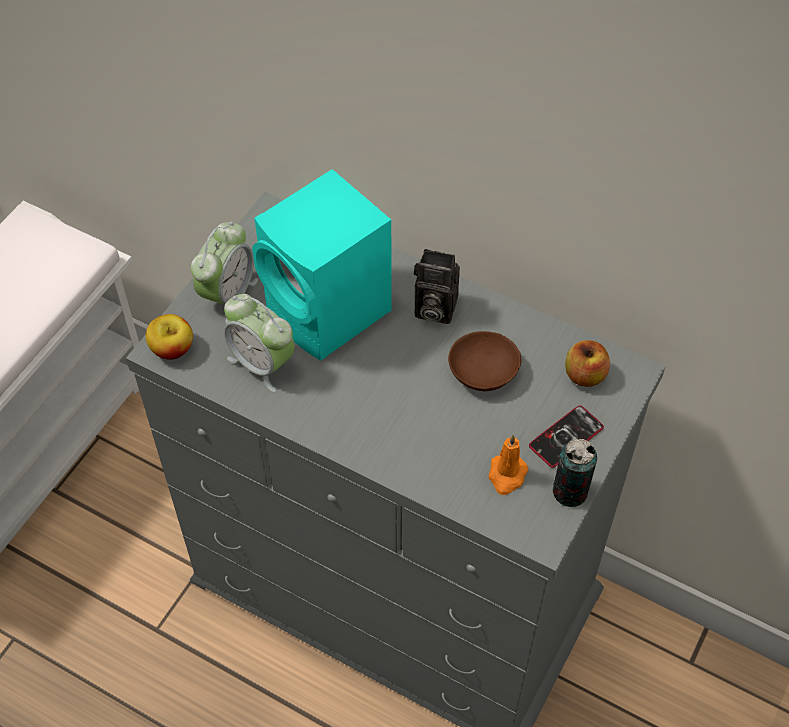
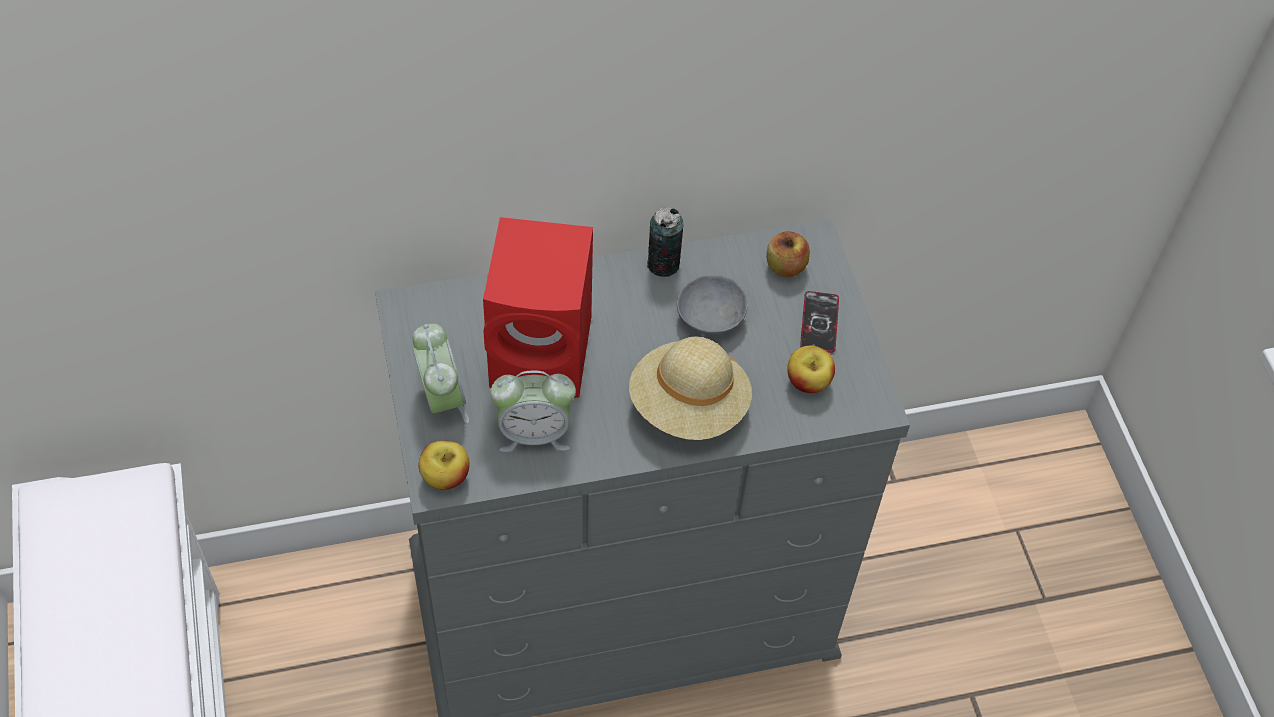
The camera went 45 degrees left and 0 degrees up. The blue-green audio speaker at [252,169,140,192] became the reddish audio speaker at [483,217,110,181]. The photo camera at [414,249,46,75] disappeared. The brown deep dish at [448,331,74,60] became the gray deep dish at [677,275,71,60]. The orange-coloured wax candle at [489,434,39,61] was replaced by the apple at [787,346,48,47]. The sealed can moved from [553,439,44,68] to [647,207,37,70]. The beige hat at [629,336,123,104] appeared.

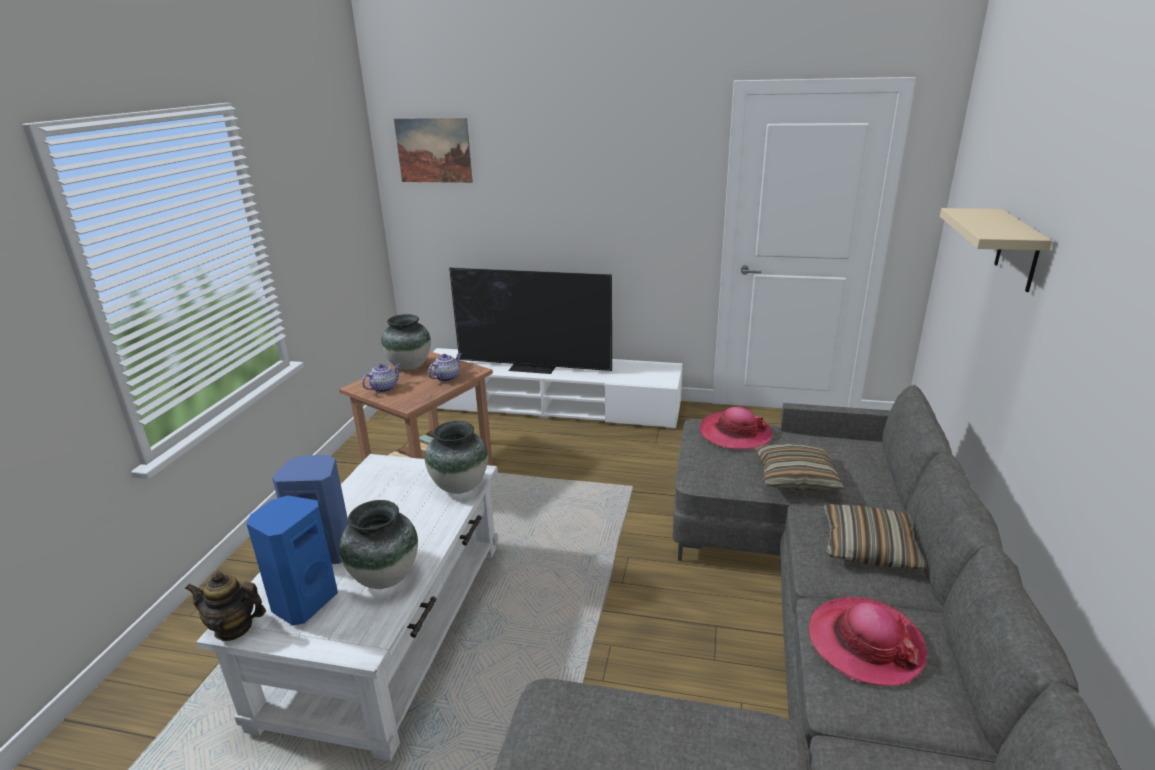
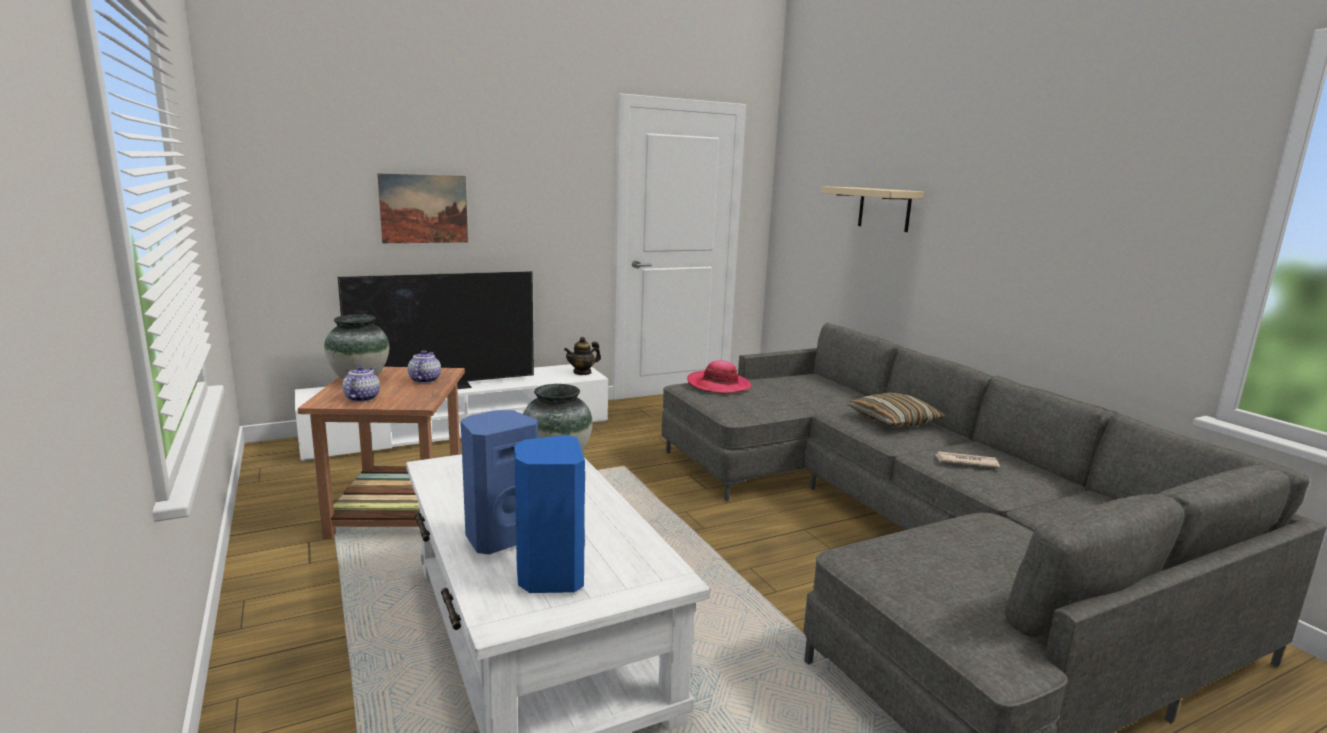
The camera went 40 degrees left and 10 degrees down. The picture moved from [394,118,79,65] to [377,173,91,70]. The cushion at [755,444,90,47] disappeared. The flower vase at [339,500,79,89] disappeared. The pot for tea moved from [185,571,81,70] to [564,337,37,38]. The hat at [809,597,118,89] was replaced by the printed paper at [936,451,64,17].

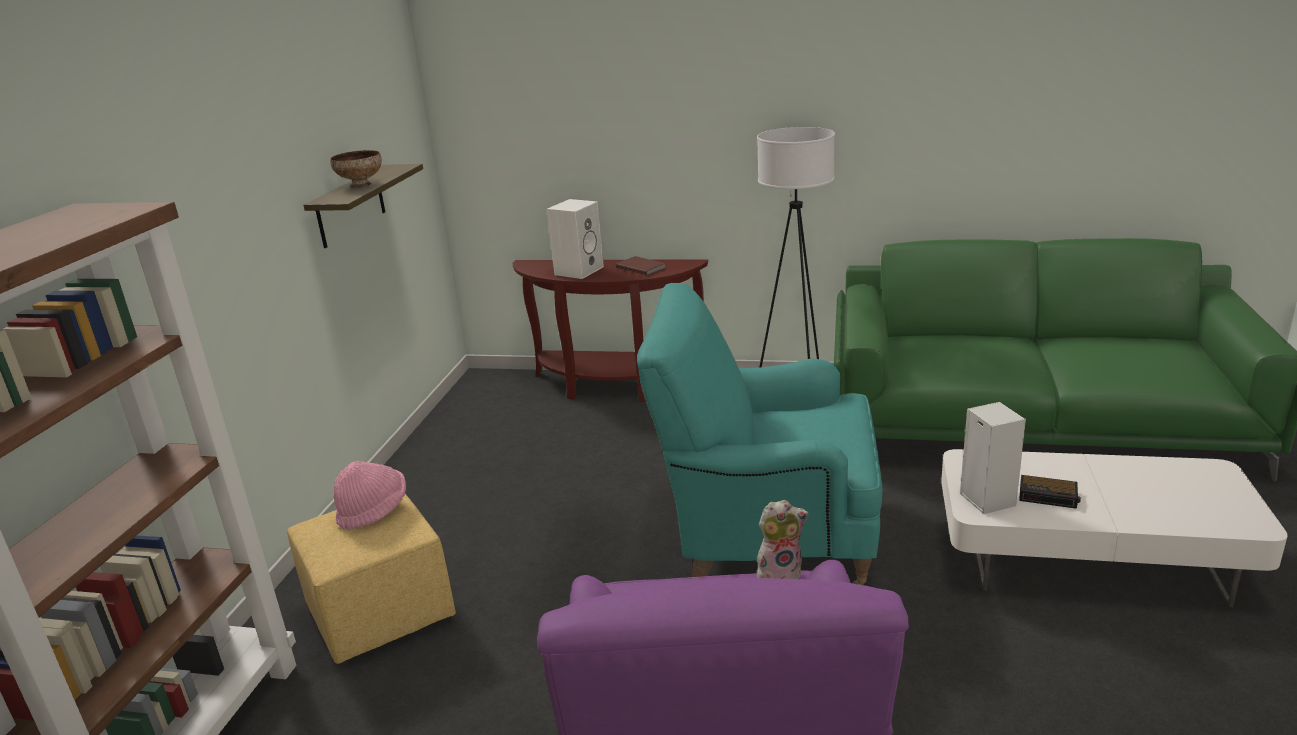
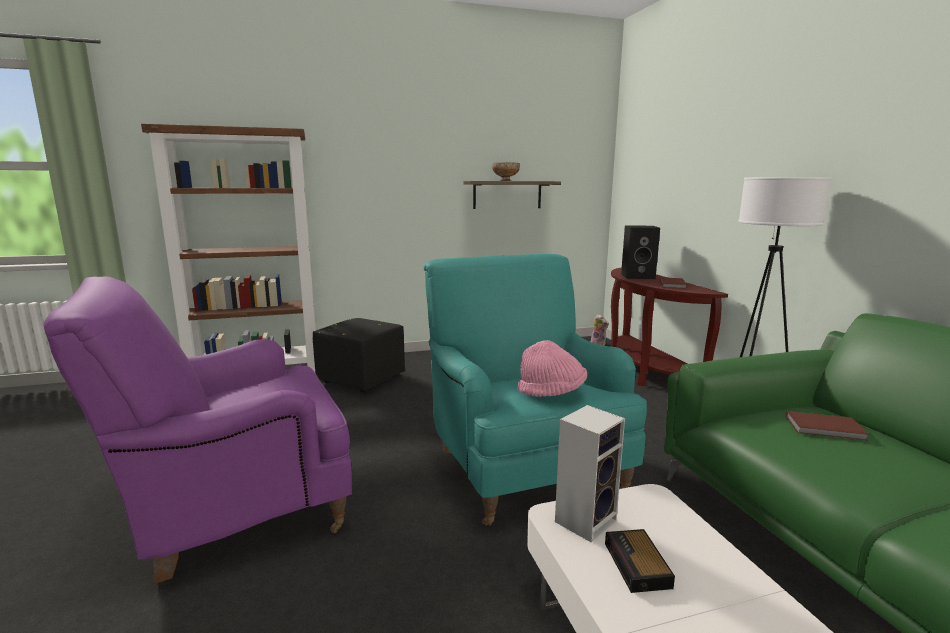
The camera went 60 degrees right and 10 degrees down. The white-coloured audio speaker at [547,199,57,80] became the blackish audio speaker at [621,225,39,54]. The pinkish hat moved from [333,461,73,69] to [518,340,69,57]. The yellow-coloured pouffe at [287,494,169,170] became the blackish pouffe at [313,318,92,74]. The cuddly toy moved from [757,500,51,79] to [591,314,18,32]. The brown volume at [786,411,83,30] appeared.

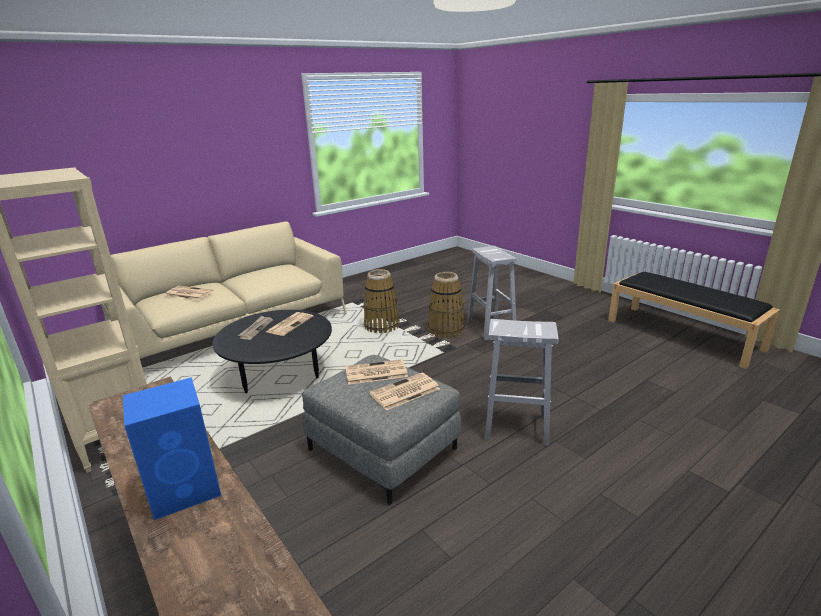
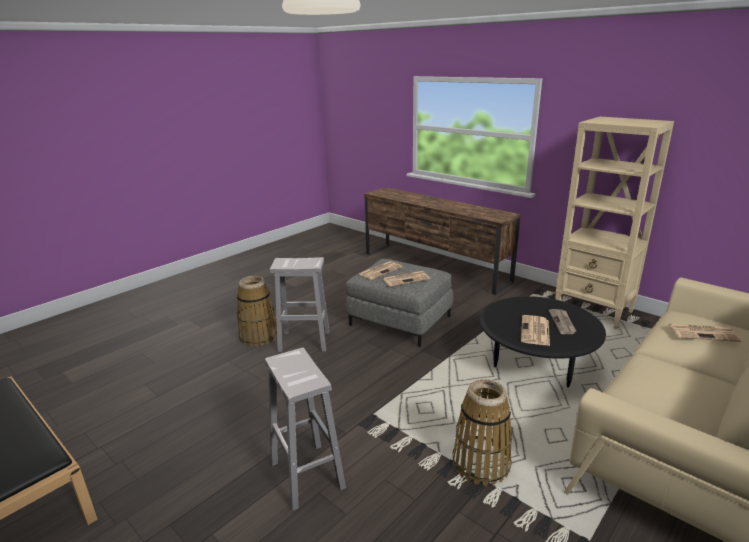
The camera went 170 degrees right and 0 degrees up. The storage basket moved from [428,272,37,66] to [237,276,40,71]. The bluish audio speaker at [123,377,98,143] disappeared.

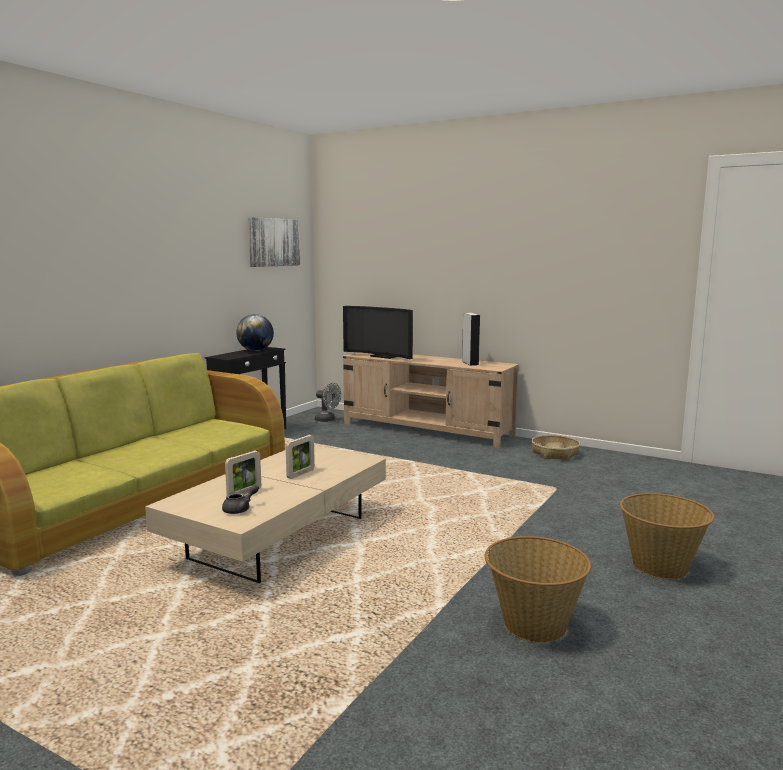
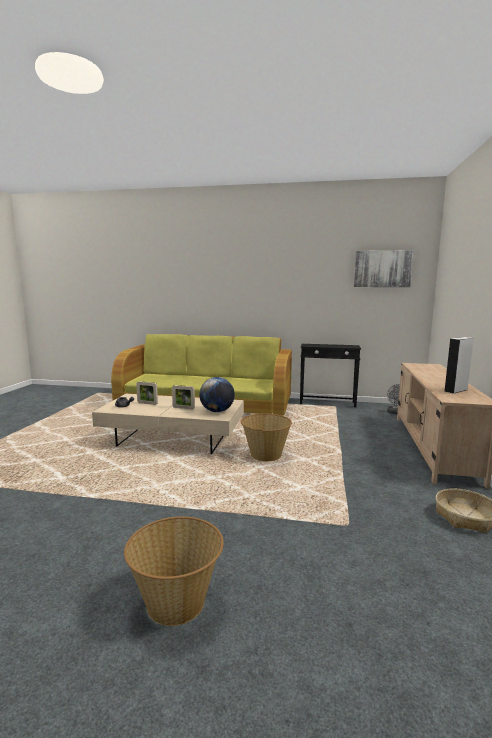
The camera went 70 degrees right and 0 degrees up. The TV at [343,306,70,53] disappeared. The desk globe moved from [236,314,38,37] to [199,377,36,35]. The storage basket moved from [485,536,106,107] to [241,413,51,48].

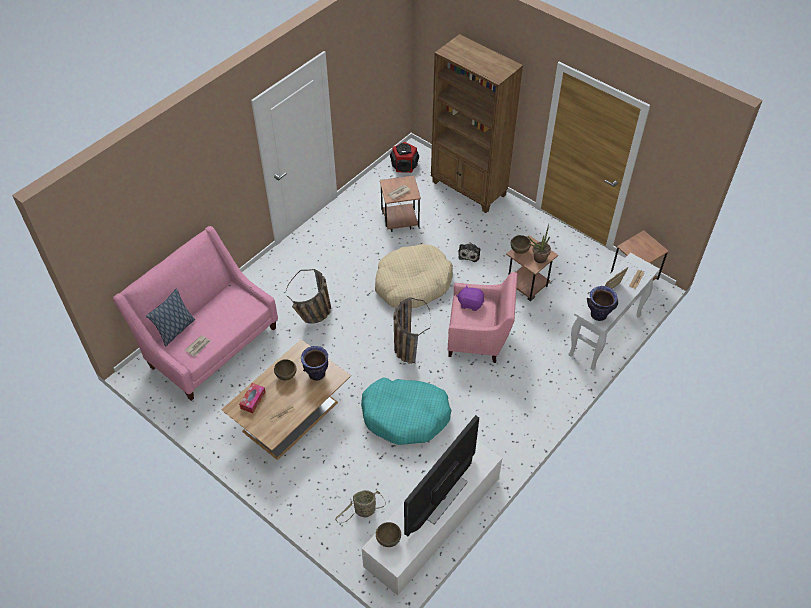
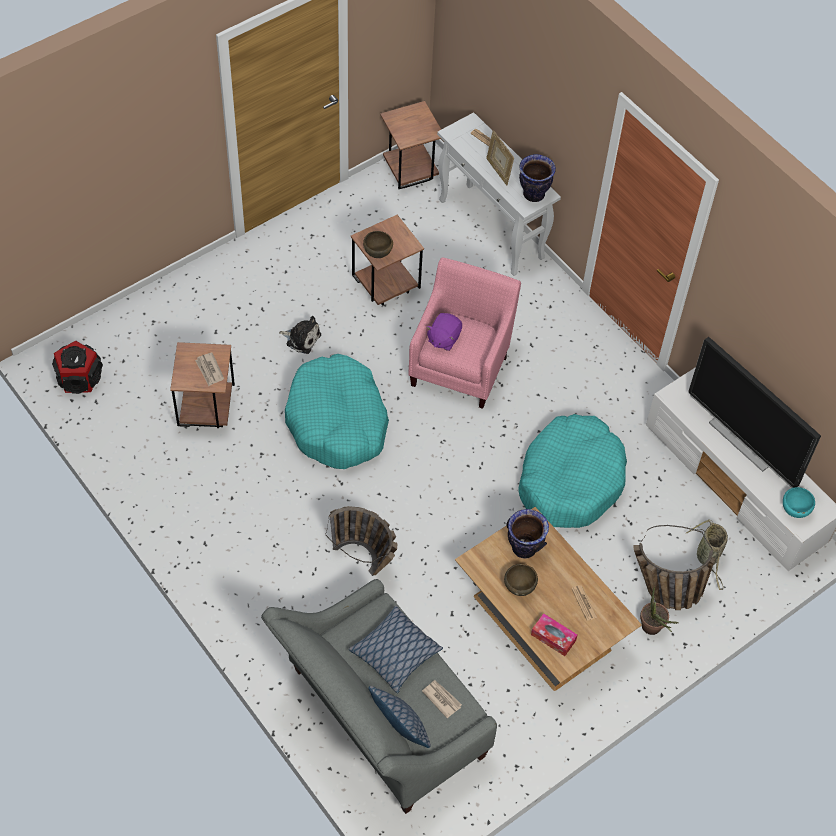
The camera went 80 degrees left and 5 degrees up. The brown bookshelf at [431,34,92,179] disappeared. The potted plant moved from [528,224,23,39] to [640,586,39,49]. The pinkish couch at [113,226,165,175] became the gray couch at [261,579,236,235]. The beige dog cushion at [375,244,78,64] became the blue-green dog cushion at [285,354,104,115]. The storage basket moved from [394,297,36,67] to [633,525,83,85]. The brown deep dish at [376,522,25,25] became the blue-green deep dish at [783,487,32,31]. The cushion at [349,605,94,89] appeared.

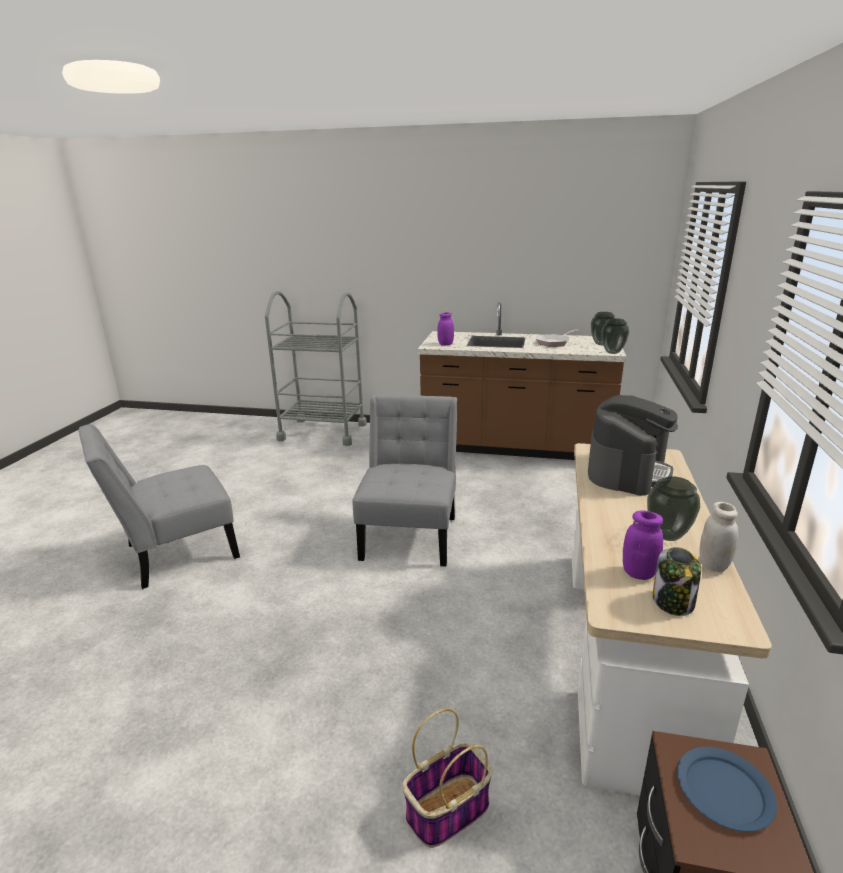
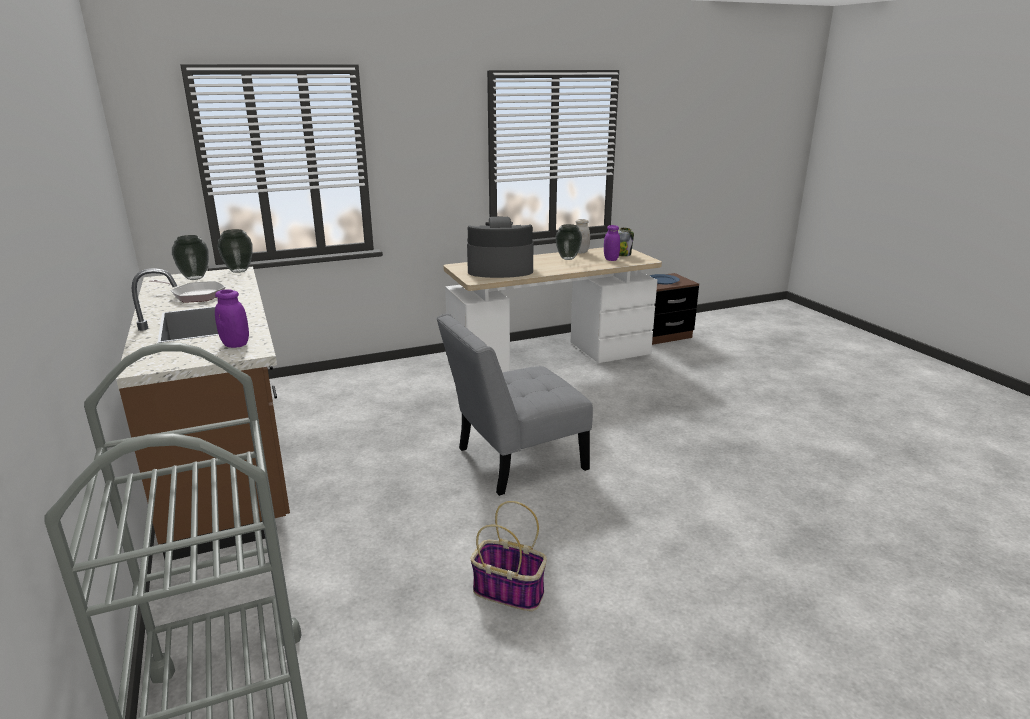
The camera went 125 degrees left and 0 degrees up. The gray upright chair at [78,424,162,165] disappeared. The storage basket moved from [402,708,90,140] to [470,501,77,110].

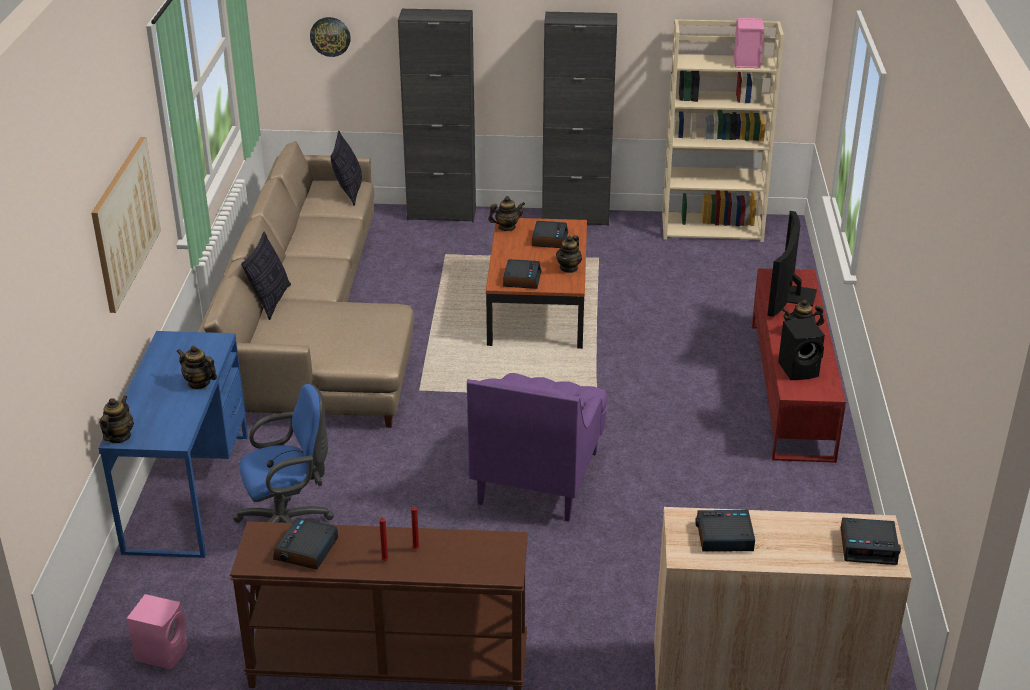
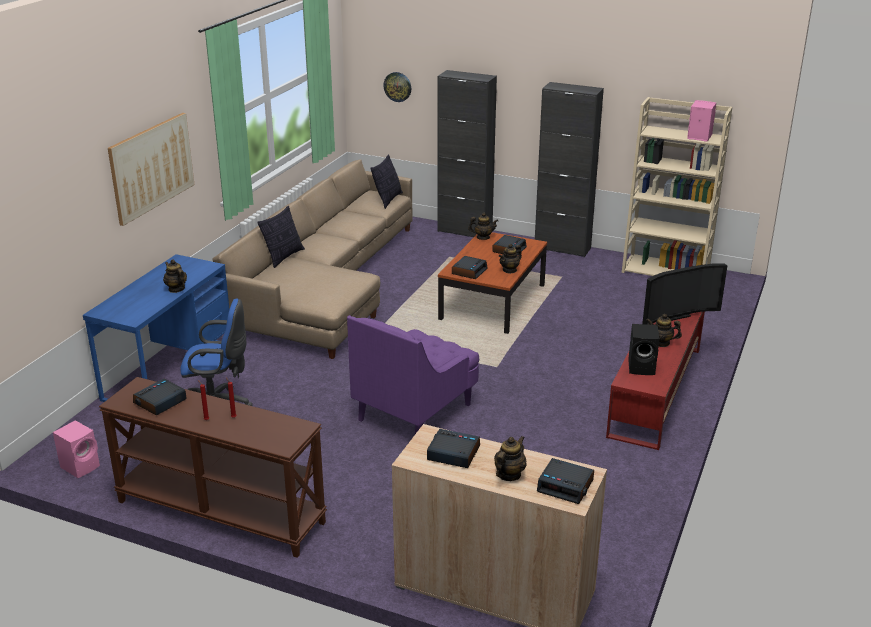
The camera went 20 degrees right and 5 degrees down. The TV at [767,211,50,106] turned 150 degrees counterclockwise. The pot for tea moved from [100,396,34,47] to [494,436,32,45].

